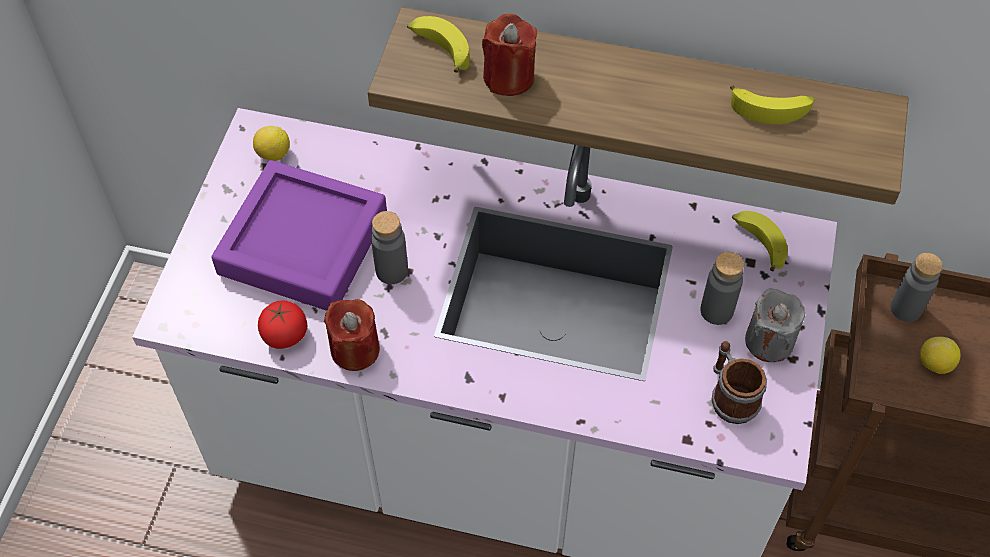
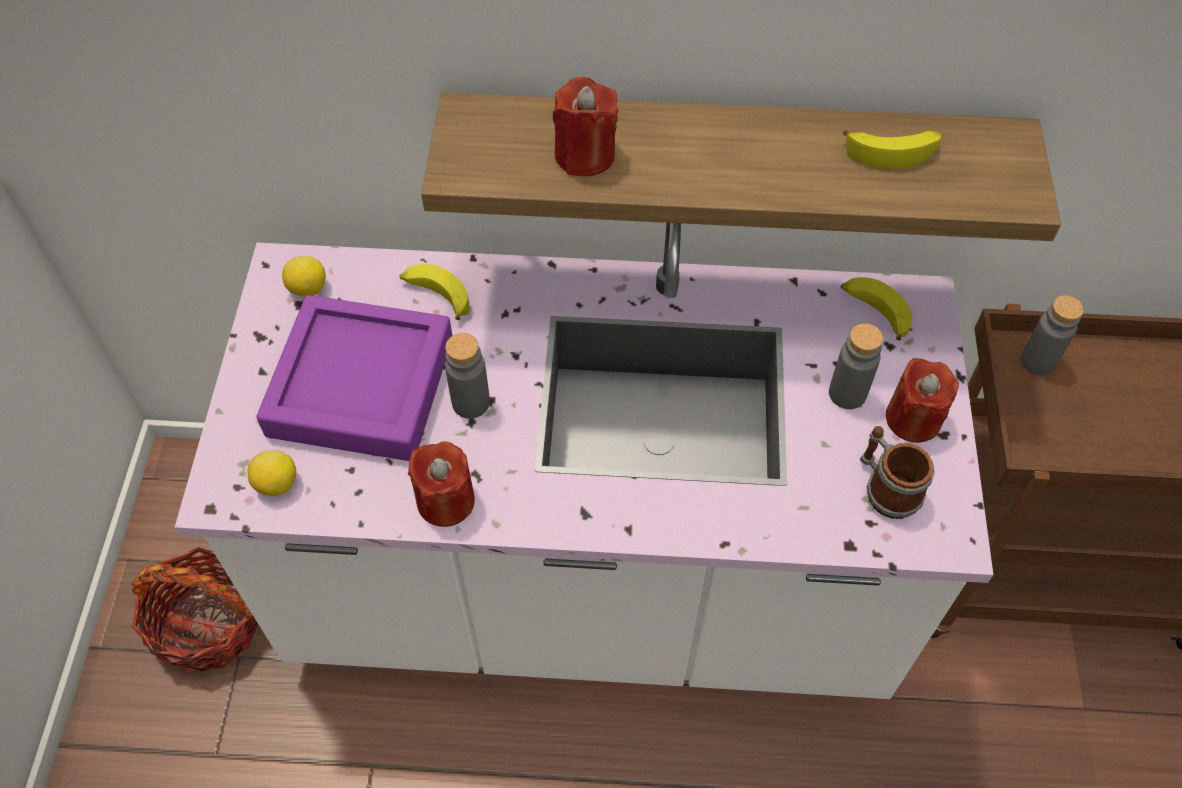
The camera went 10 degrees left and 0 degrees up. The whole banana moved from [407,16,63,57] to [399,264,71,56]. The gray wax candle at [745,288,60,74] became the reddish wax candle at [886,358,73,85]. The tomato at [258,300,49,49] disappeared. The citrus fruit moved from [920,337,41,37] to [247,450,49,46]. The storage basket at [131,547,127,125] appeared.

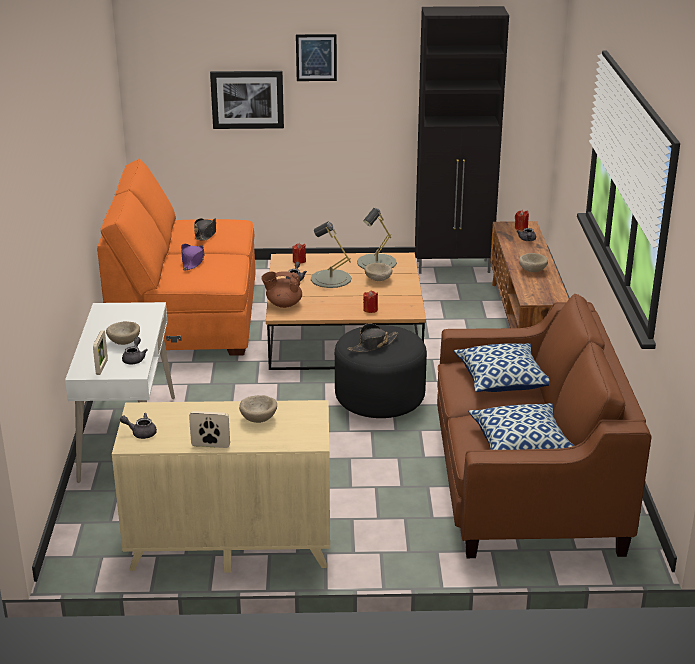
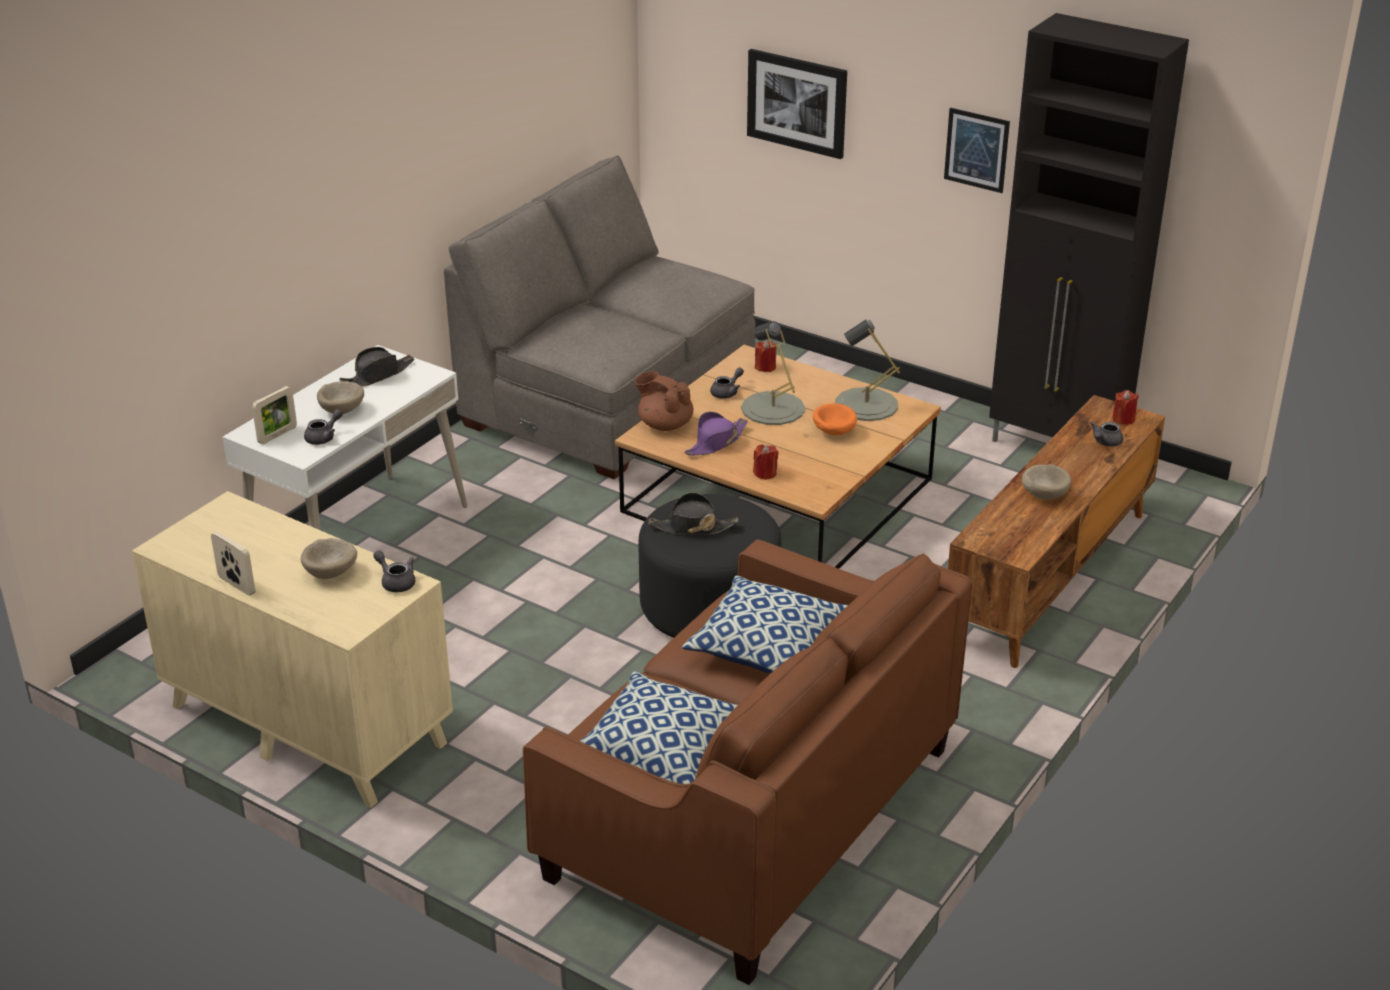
The camera went 35 degrees right and 5 degrees up. The picture moved from [296,34,41,47] to [944,108,66,85]. The orange-coloured couch at [97,159,159,197] became the gray couch at [444,155,311,324]. The blackish hat moved from [194,218,22,23] to [339,347,75,40]. The purplish hat moved from [181,244,23,26] to [684,412,64,43]. The beige deep dish at [365,263,27,18] became the orange-coloured deep dish at [813,403,44,32]. The gray pot for tea moved from [120,413,37,26] to [373,550,42,42].

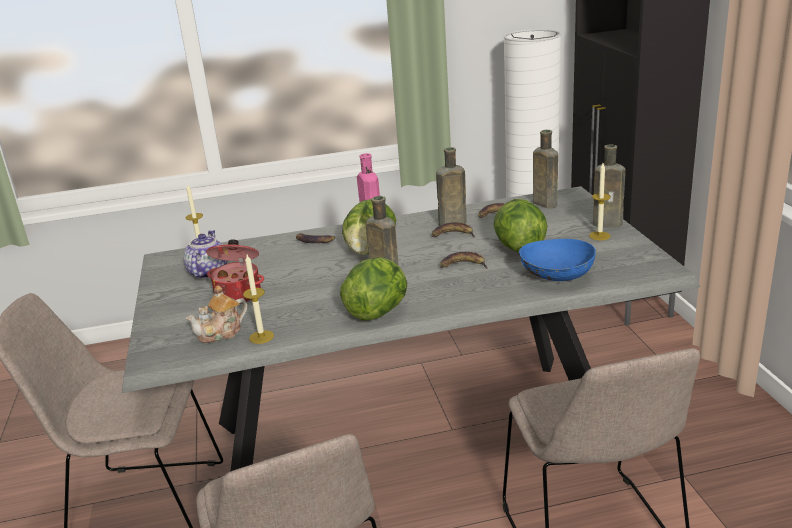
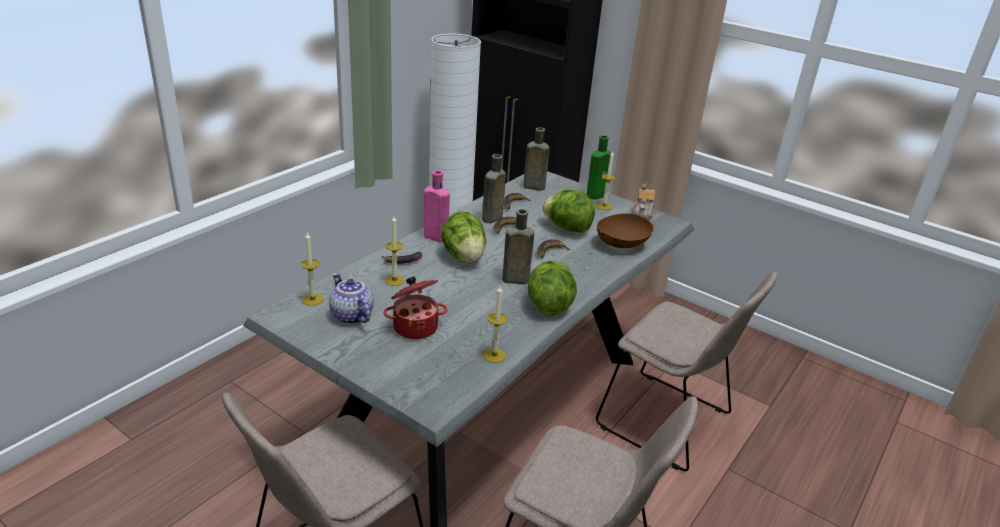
The camera went 45 degrees left and 5 degrees up. The brown bottle at [593,144,33,83] became the greenish bottle at [587,135,24,65]. The bluish deep dish at [518,239,79,42] became the brown deep dish at [597,213,57,35]. The pot for tea moved from [186,285,62,58] to [633,184,22,37]. The wax candle at [385,216,20,70] appeared.

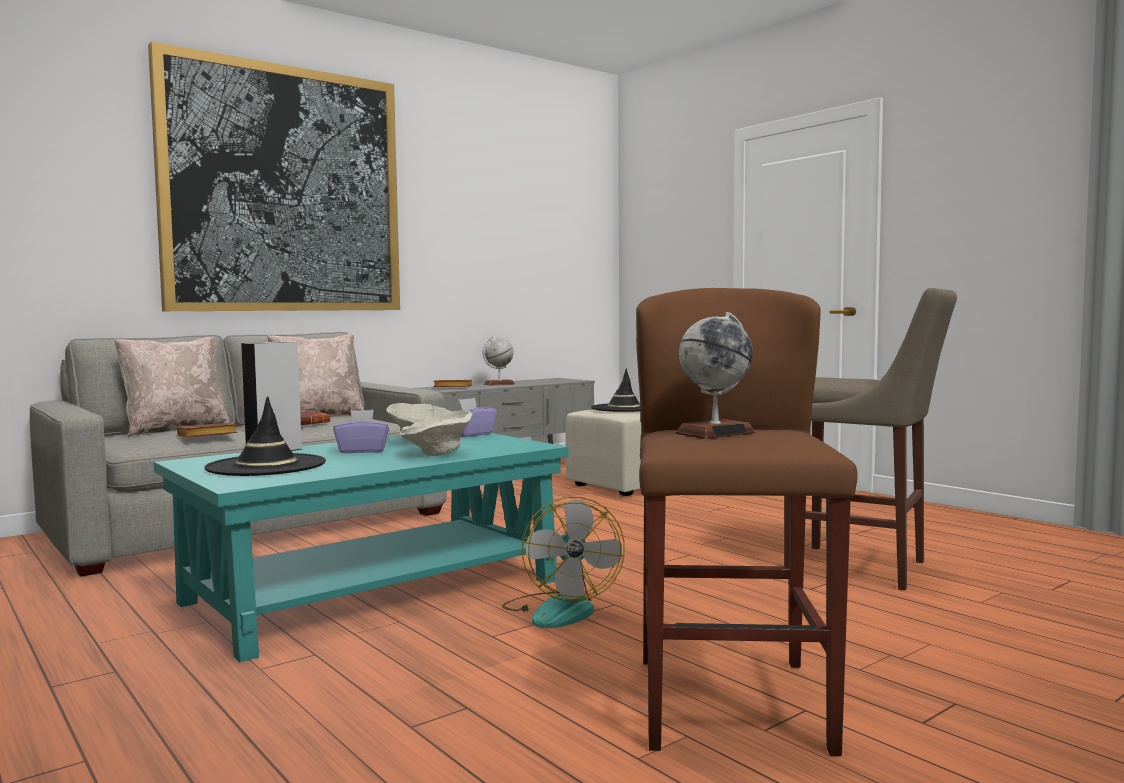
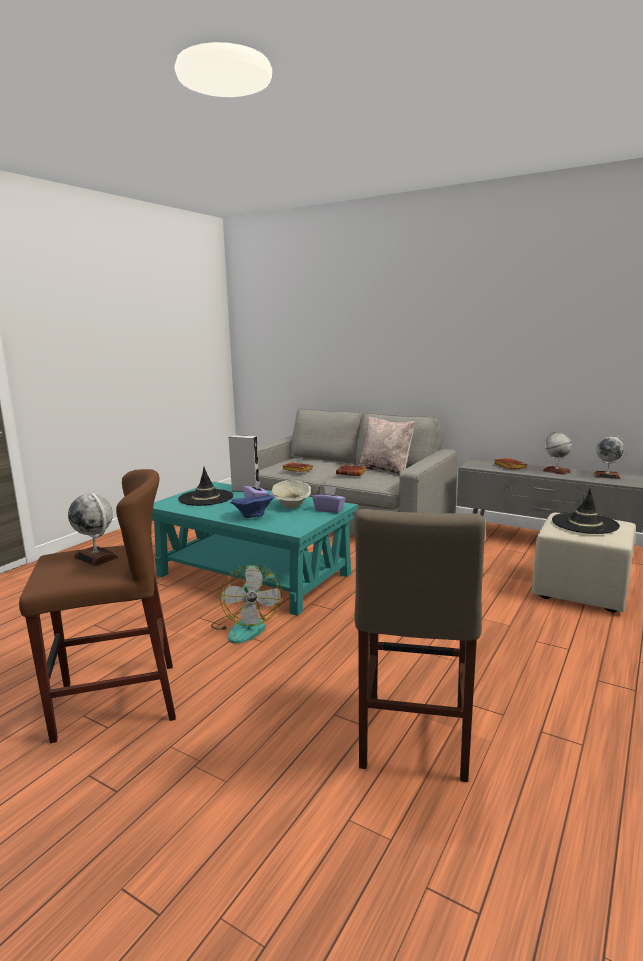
The camera went 70 degrees right and 10 degrees up. The picture at [148,42,252,269] disappeared. The beige cushion at [114,337,116,99] disappeared. The beige deep dish at [399,410,74,46] became the bluish deep dish at [230,495,44,23]. The cooling fan at [502,497,123,131] turned 75 degrees counterclockwise. The desk globe at [594,436,33,43] appeared.

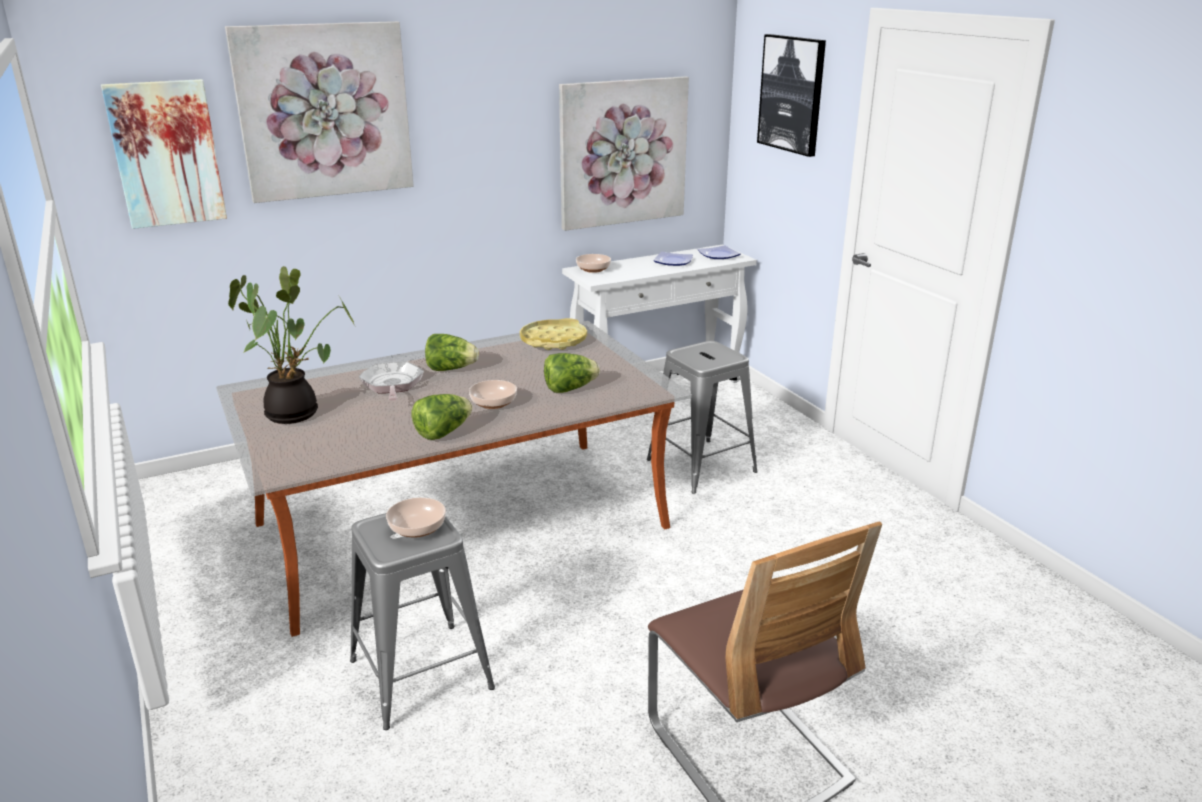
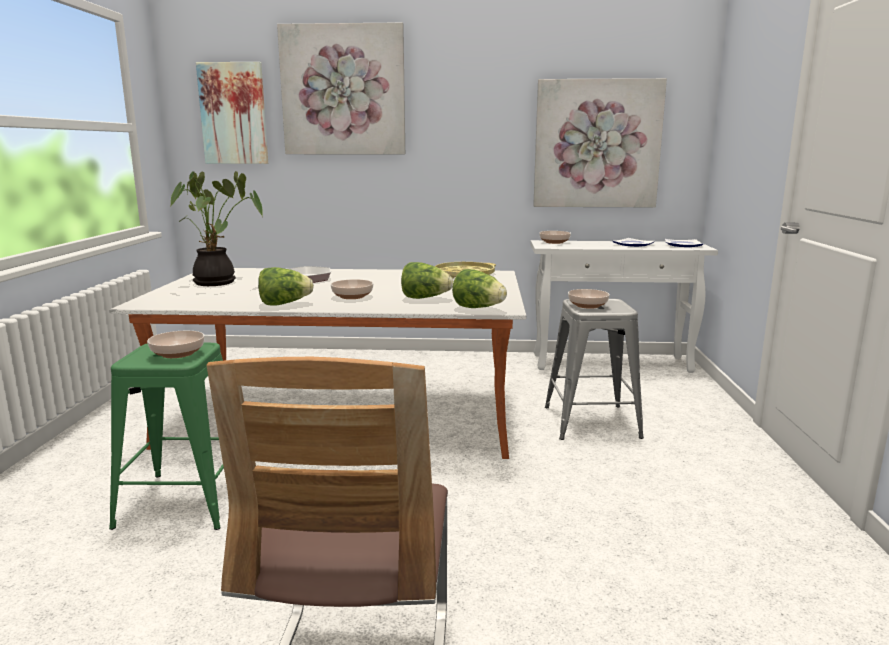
The camera went 30 degrees right and 10 degrees down. The picture at [757,34,69,123] disappeared. The lettuce head moved from [425,334,54,37] to [452,269,55,39]. The gray stool seat at [350,513,145,217] became the greenish stool seat at [109,343,115,187]. The deep dish at [568,289,42,20] appeared.

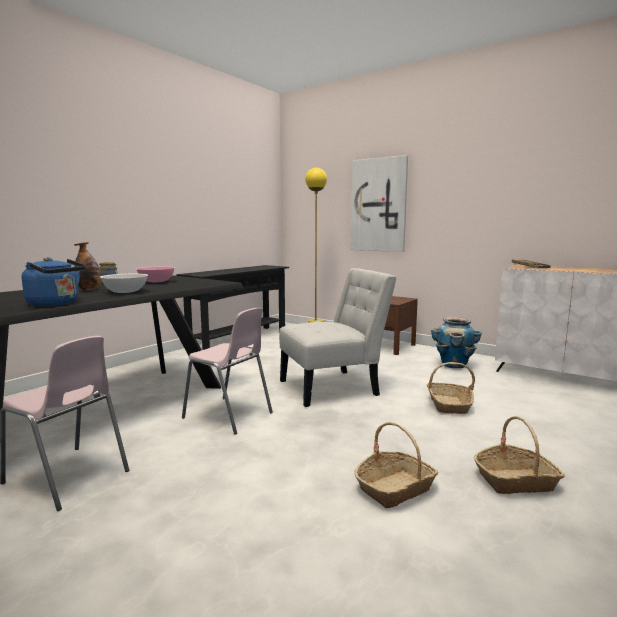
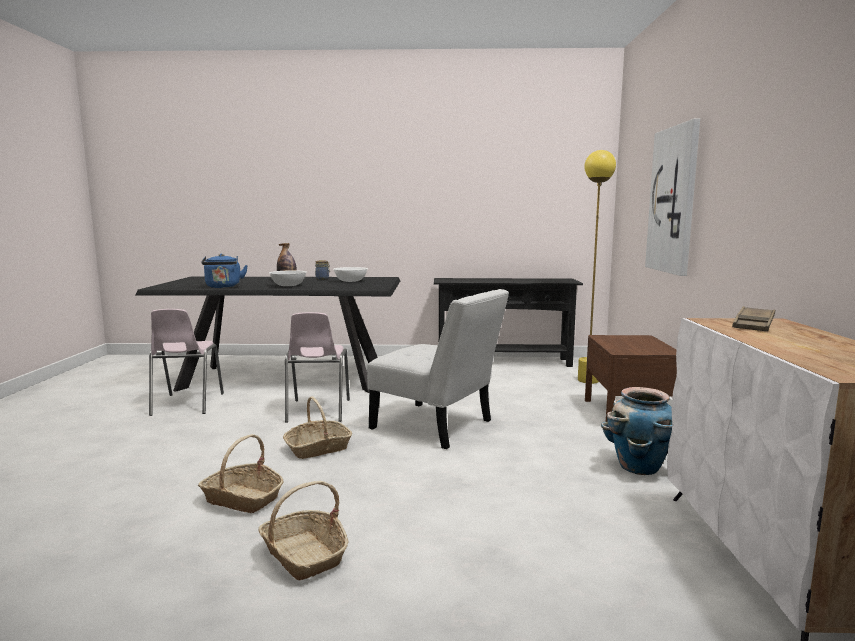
The camera went 55 degrees right and 0 degrees up. The pinkish deep dish at [136,266,39,16] became the white-coloured deep dish at [333,267,35,15]. The storage basket moved from [427,362,48,52] to [283,397,69,62].

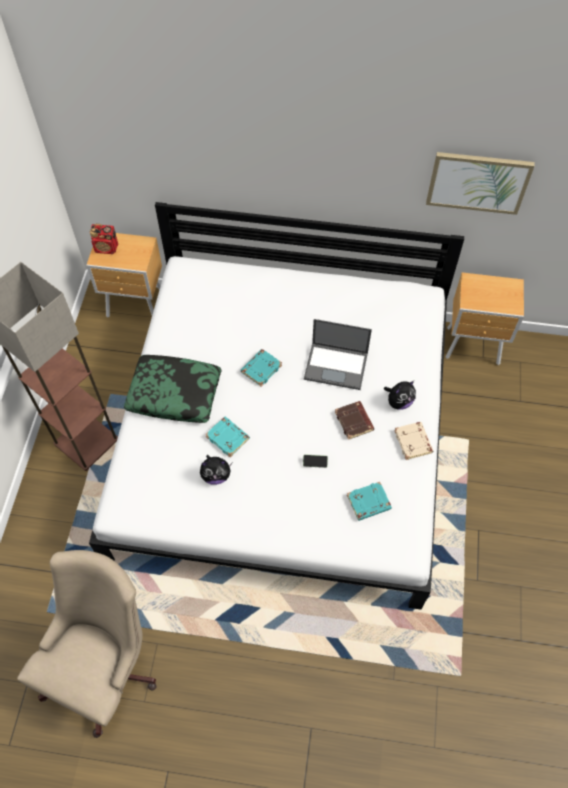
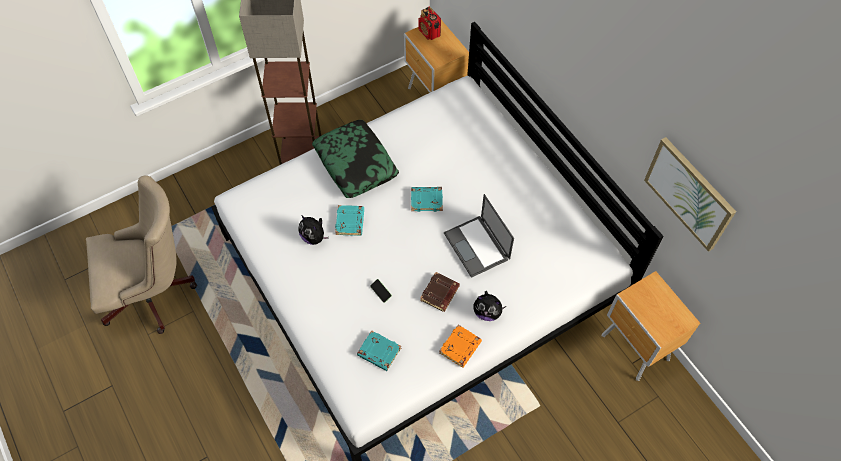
The camera went 50 degrees right and 0 degrees up. The beige volume at [394,422,39,38] became the orange-coloured volume at [439,325,43,42].

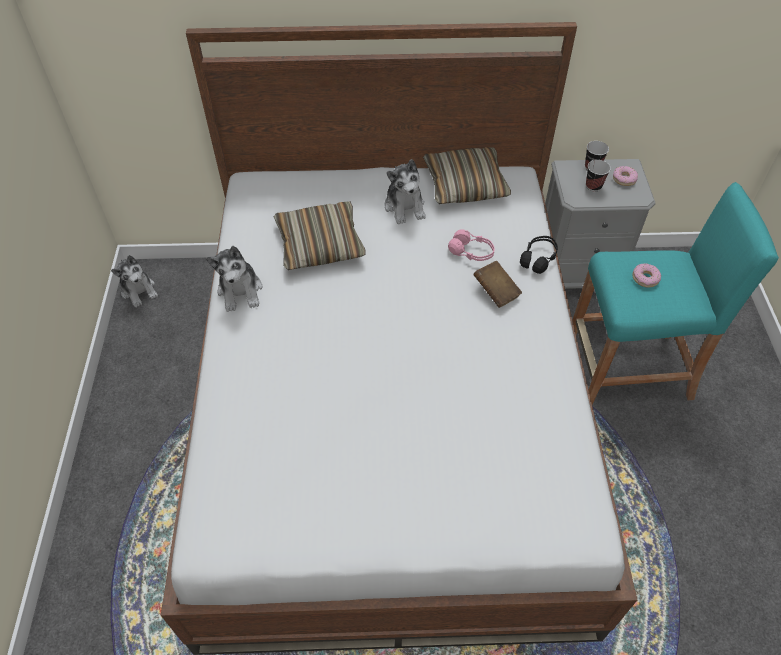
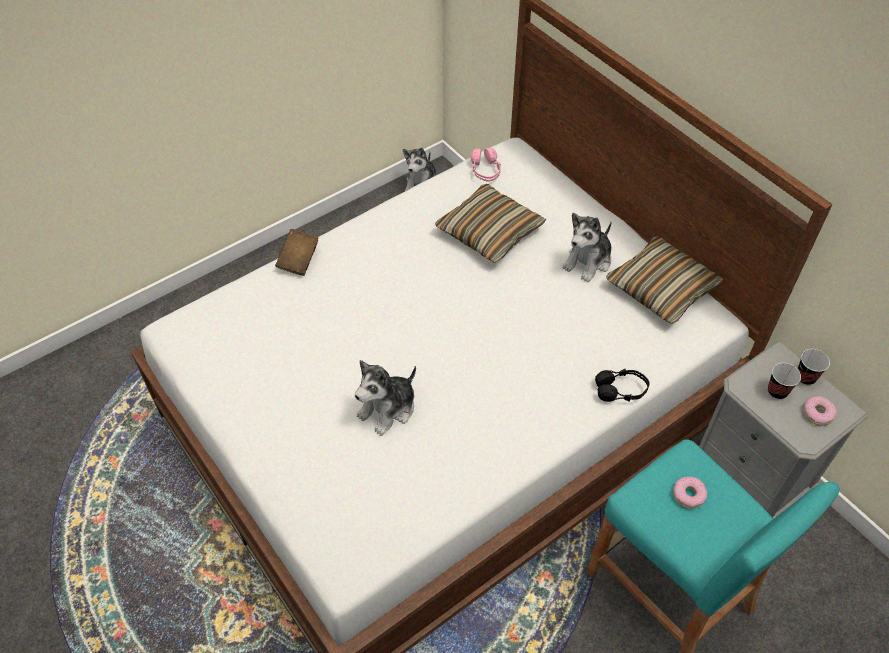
The camera went 55 degrees right and 0 degrees up. The pinkish headphones moved from [448,229,47,32] to [471,147,30,35]. The cuddly toy moved from [206,246,57,66] to [355,360,61,76]. The brown volume moved from [473,261,49,47] to [275,229,44,47].

